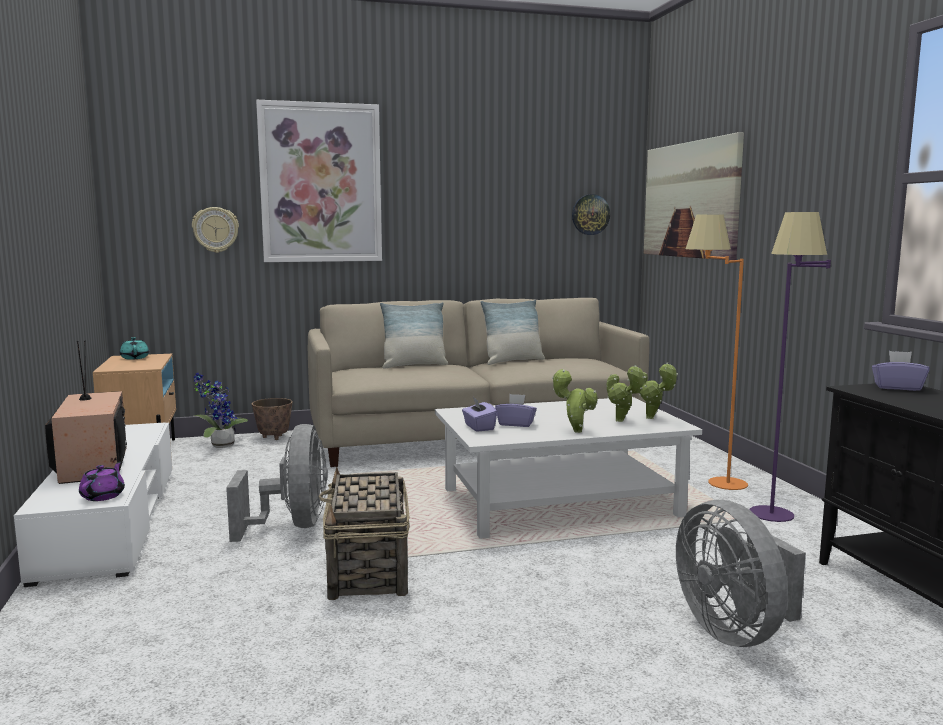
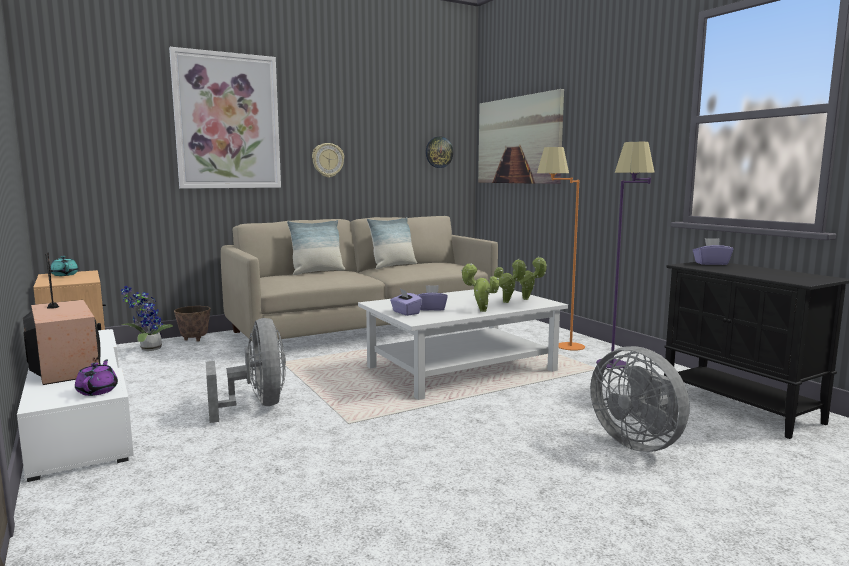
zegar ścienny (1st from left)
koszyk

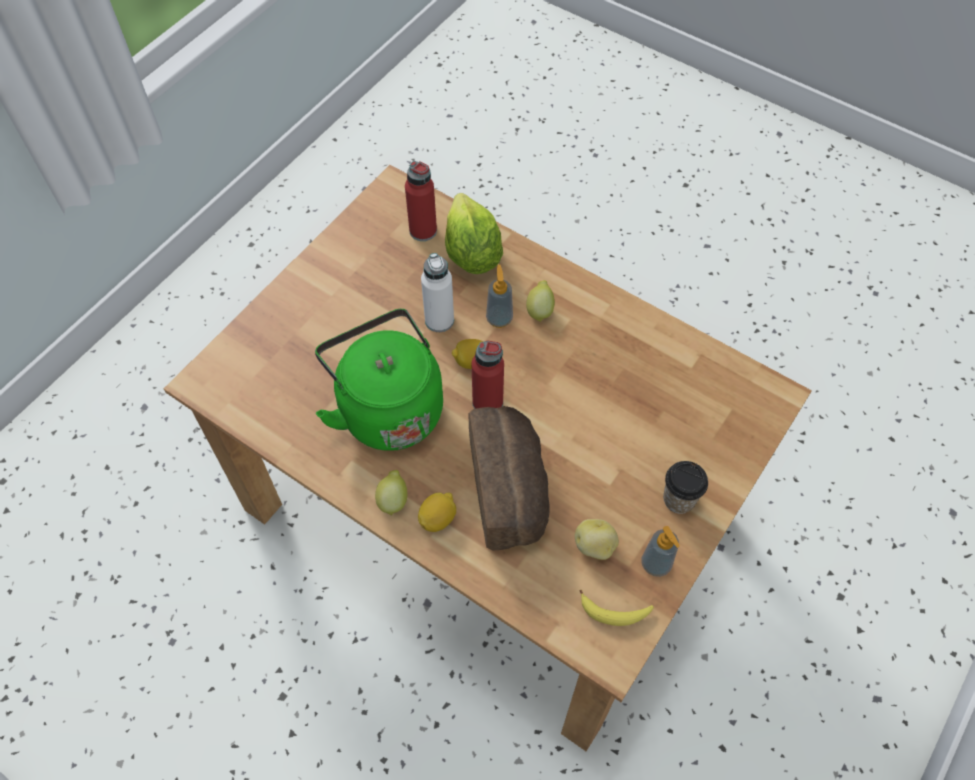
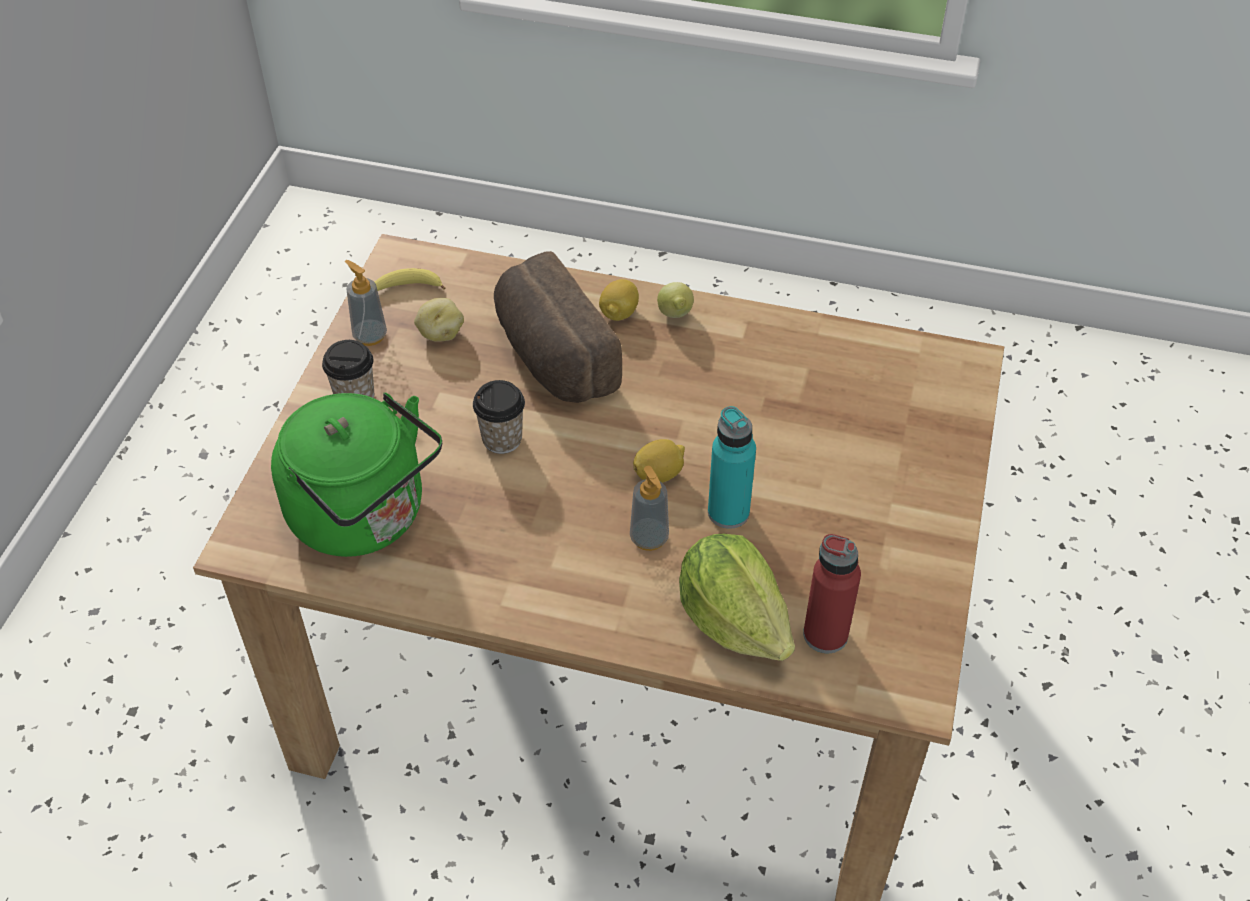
butelka (turkusowy)
cytryna (4th from left in the first image)
czajnik (zielony)
butelka (czerwony) (2nd from left in the first image)
filiżanka (2nd from left)

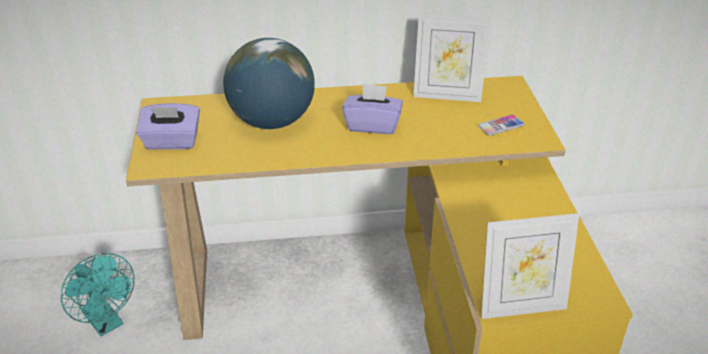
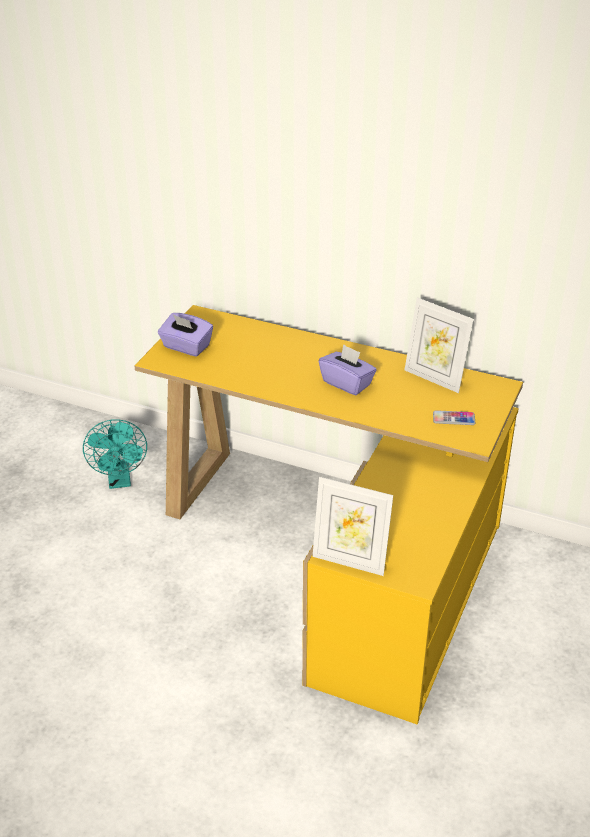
globus

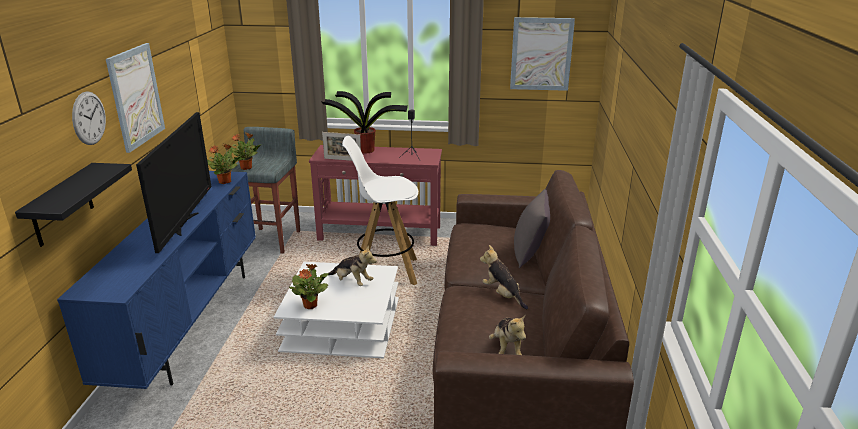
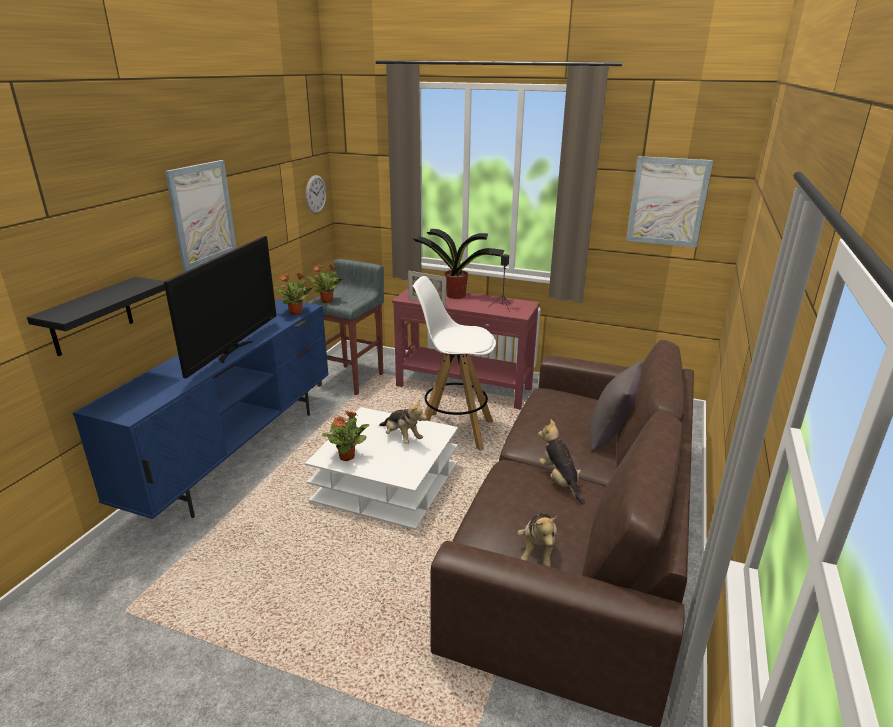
zegar ścienny

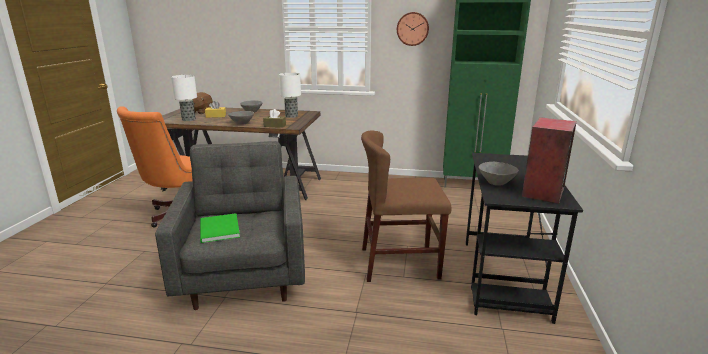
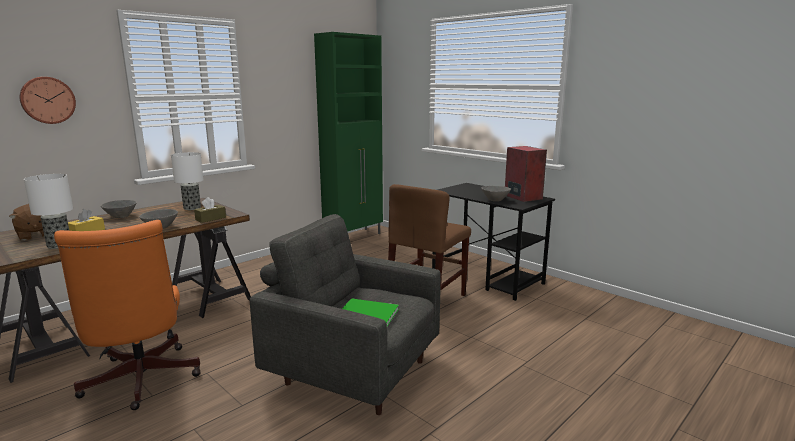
zegar ścienny

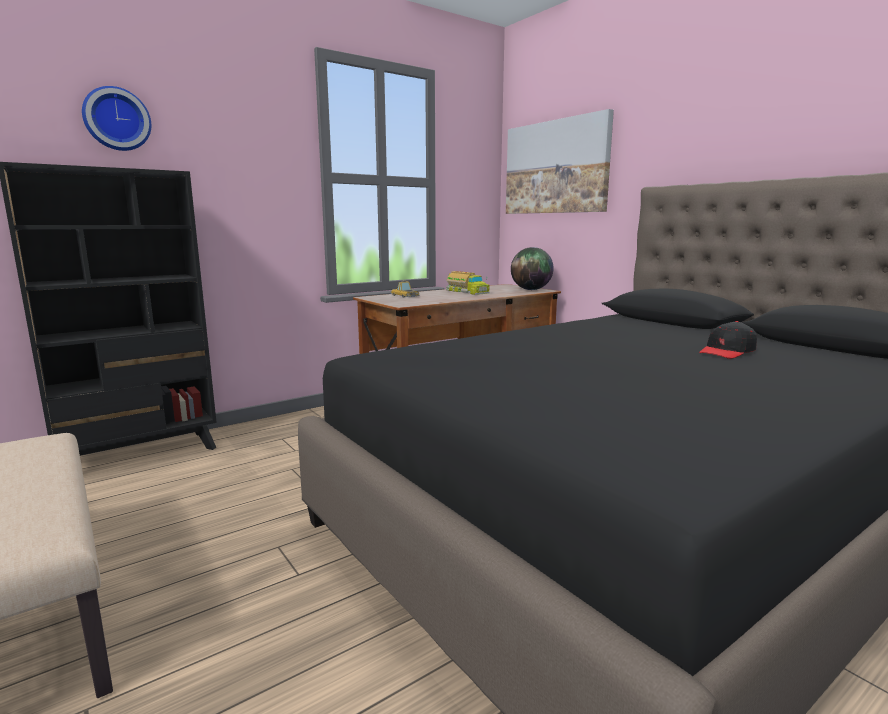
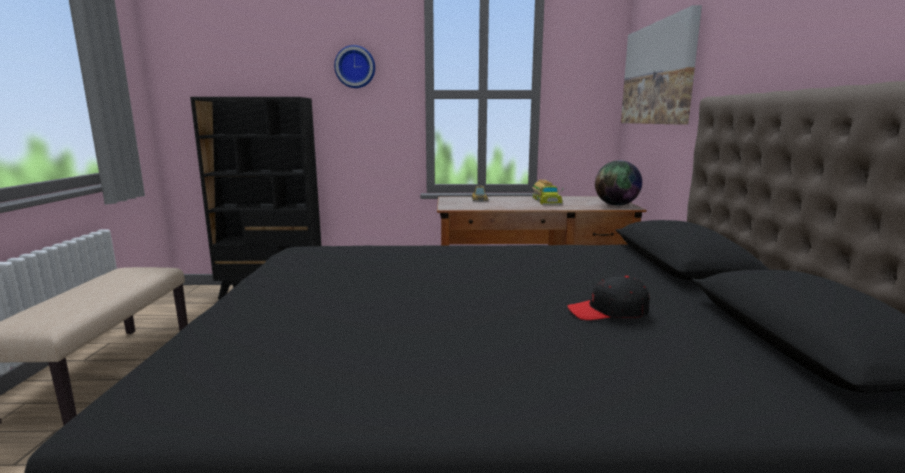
zegar ścienny

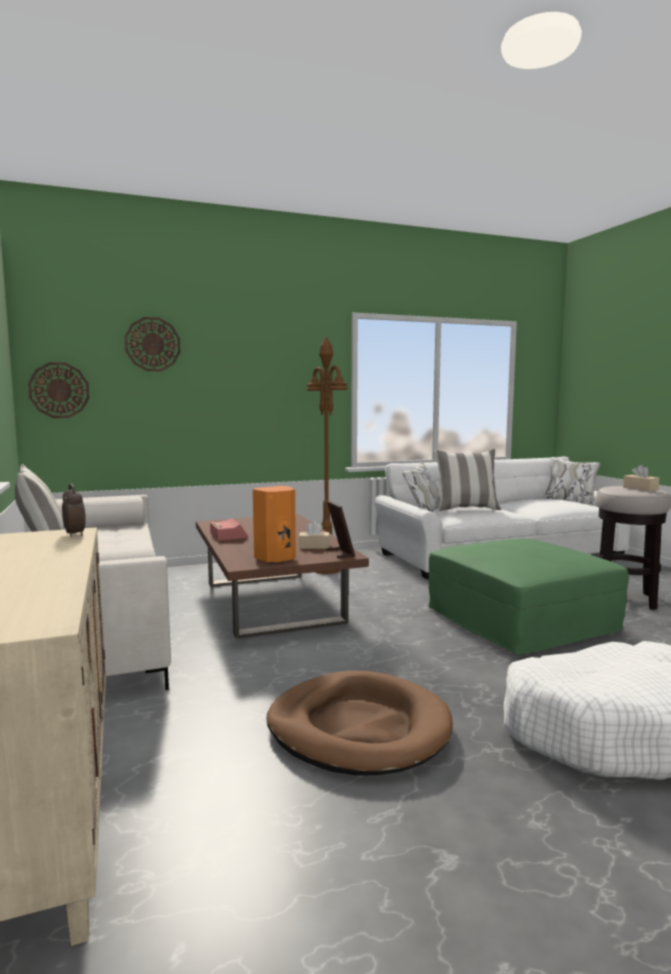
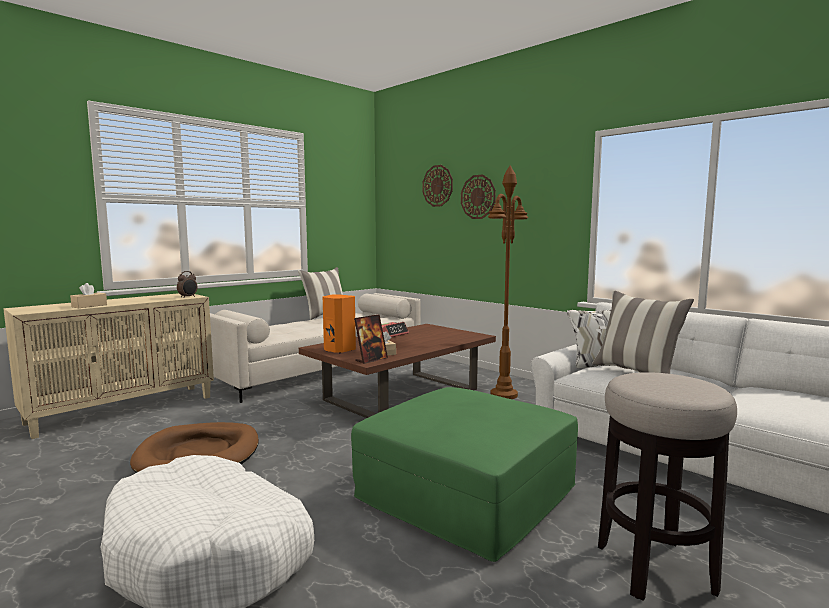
zegar ścienny (2nd from left)
pudełko chusteczek (beżowy) (1st from left)

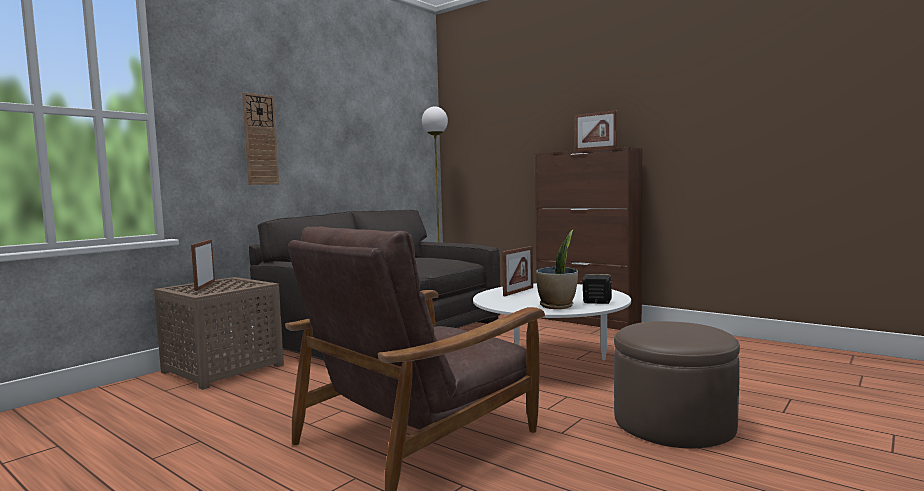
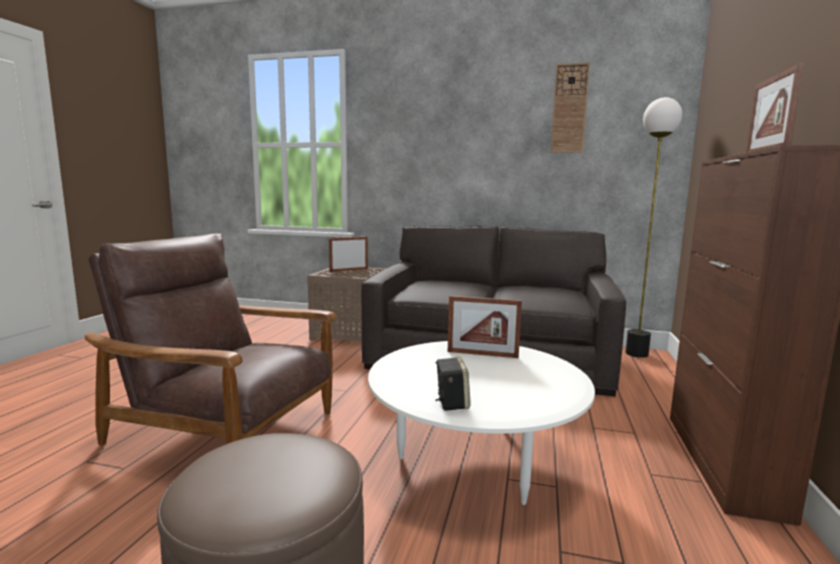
zegar ścienny
roślina doniczkowa

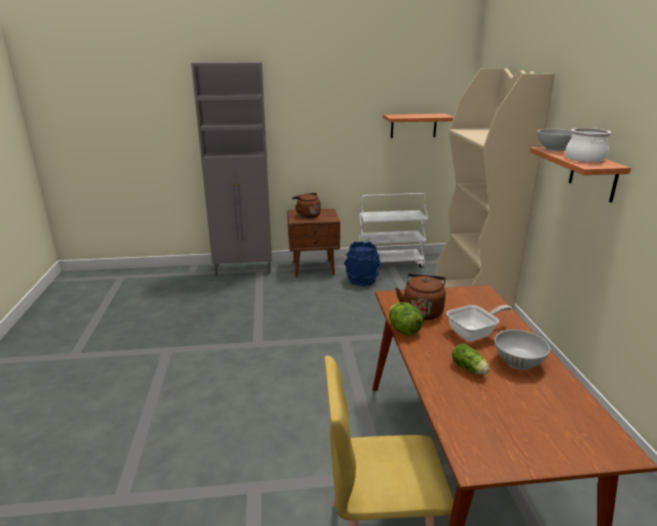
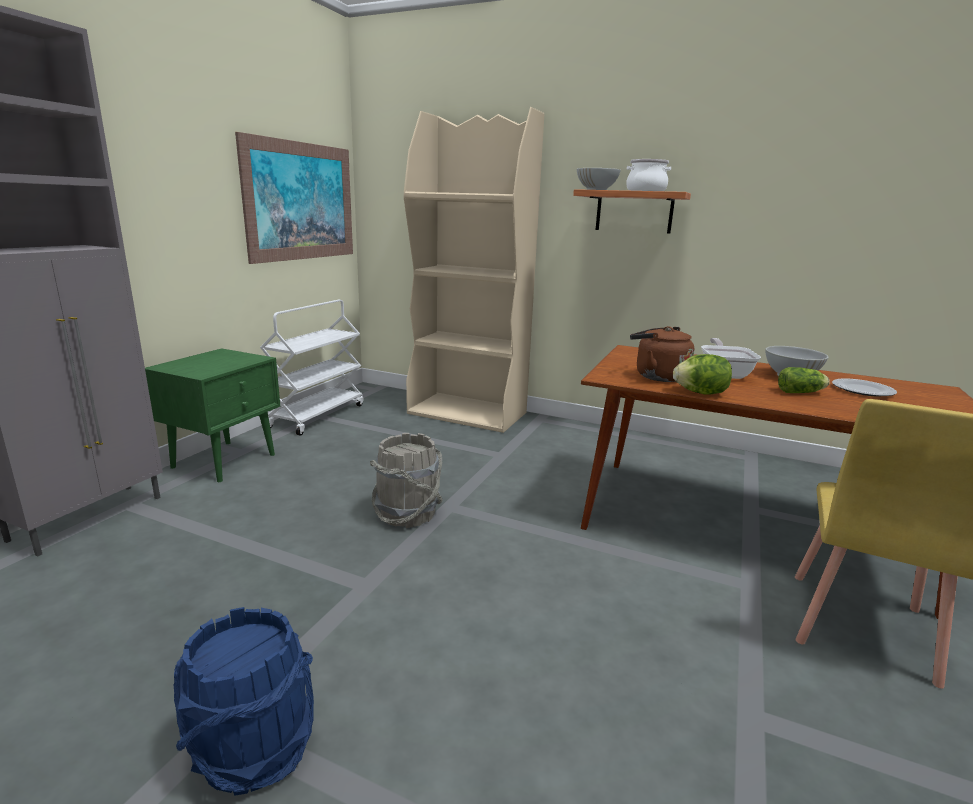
obraz
czajnik (brązowy) (1st from left in the first image)
szafka nocna (zielony)
wiadro (niebieski)
talerz
wiadro (szary)

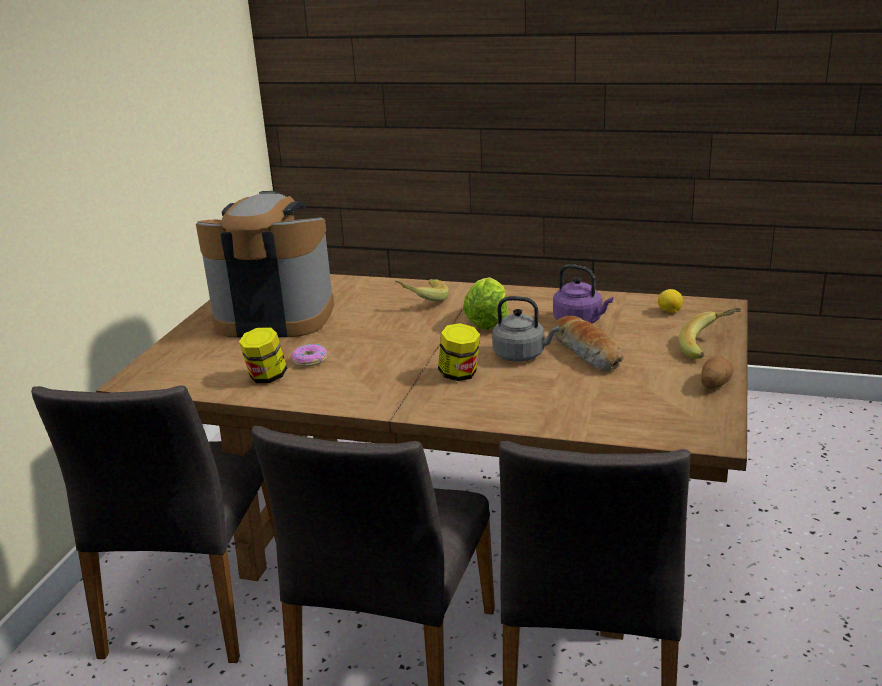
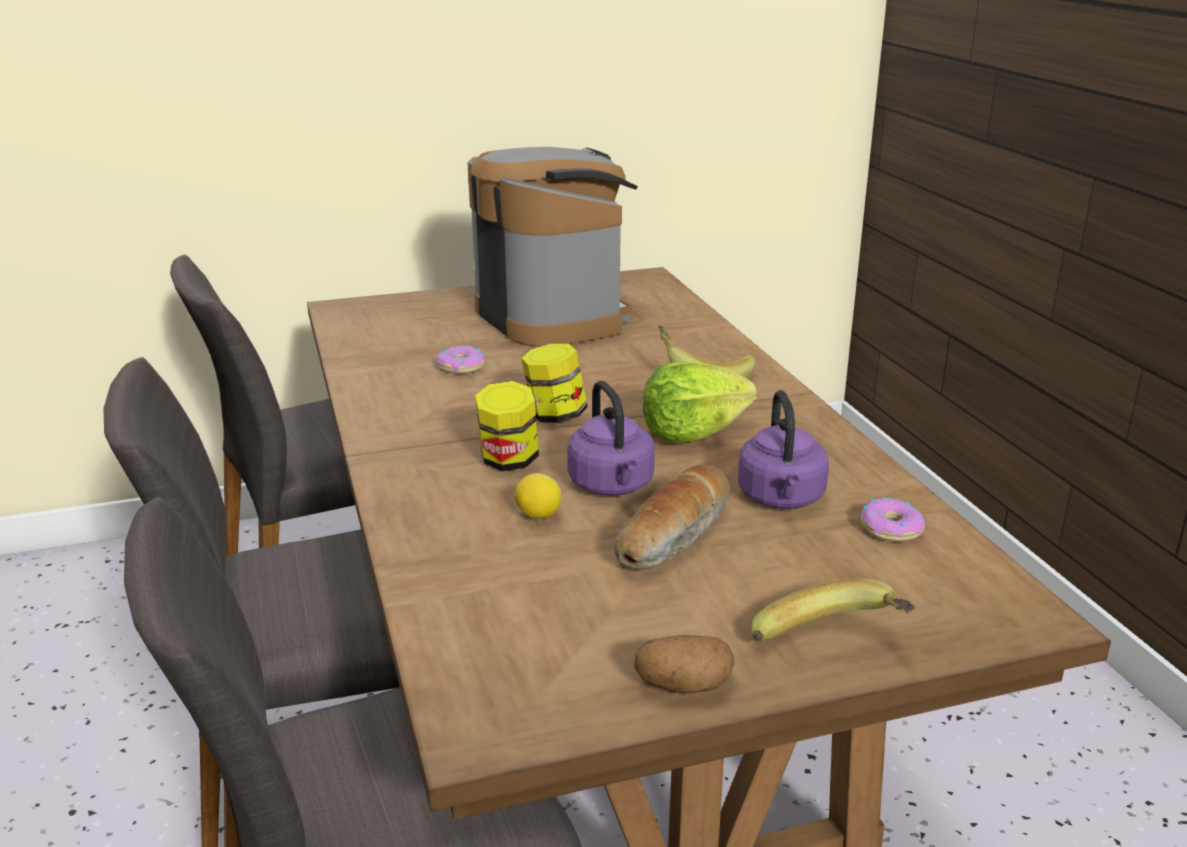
cytryna
czajnik (fioletowy) (1st from left)
słoik (2nd from left)
donut (2nd from left)

